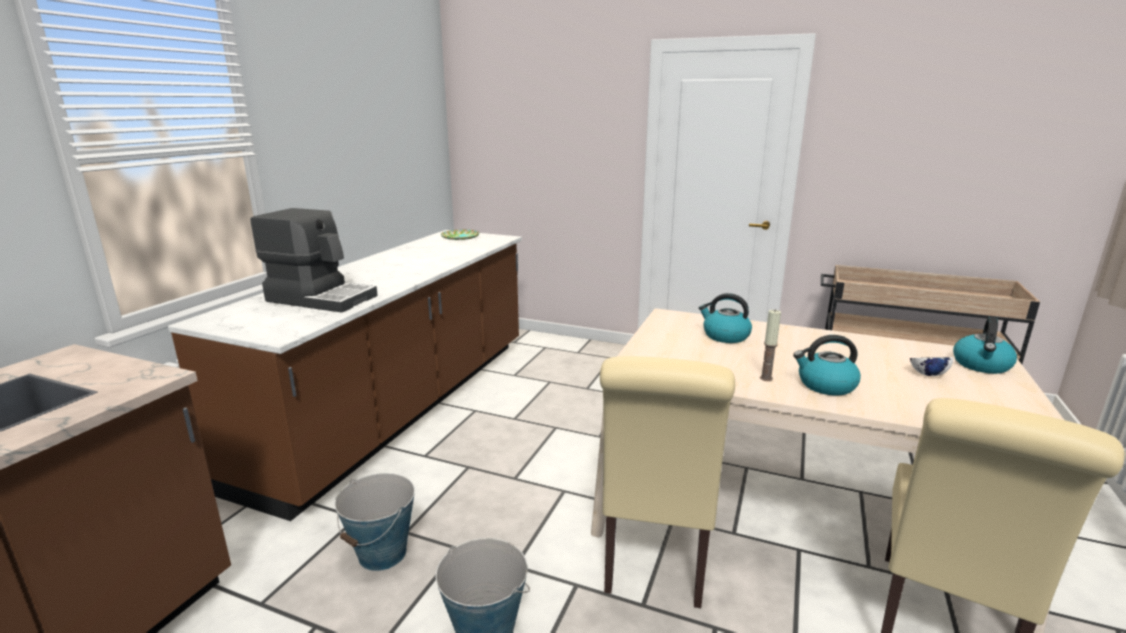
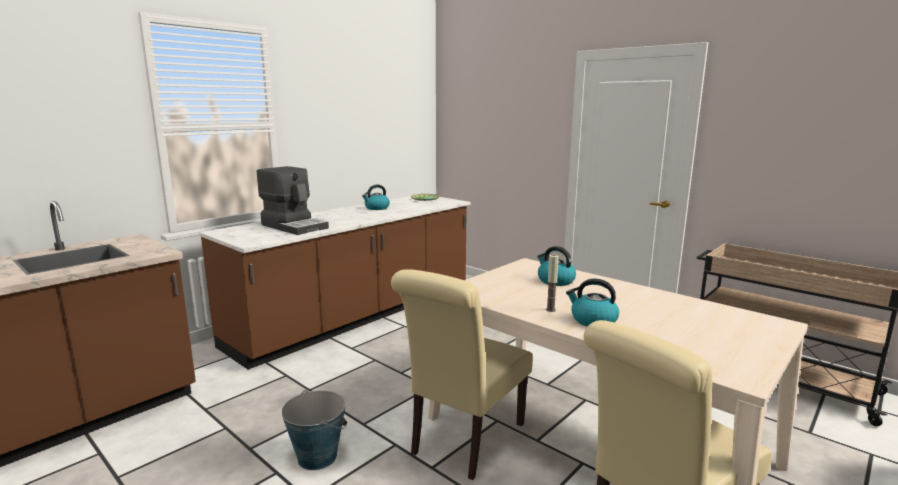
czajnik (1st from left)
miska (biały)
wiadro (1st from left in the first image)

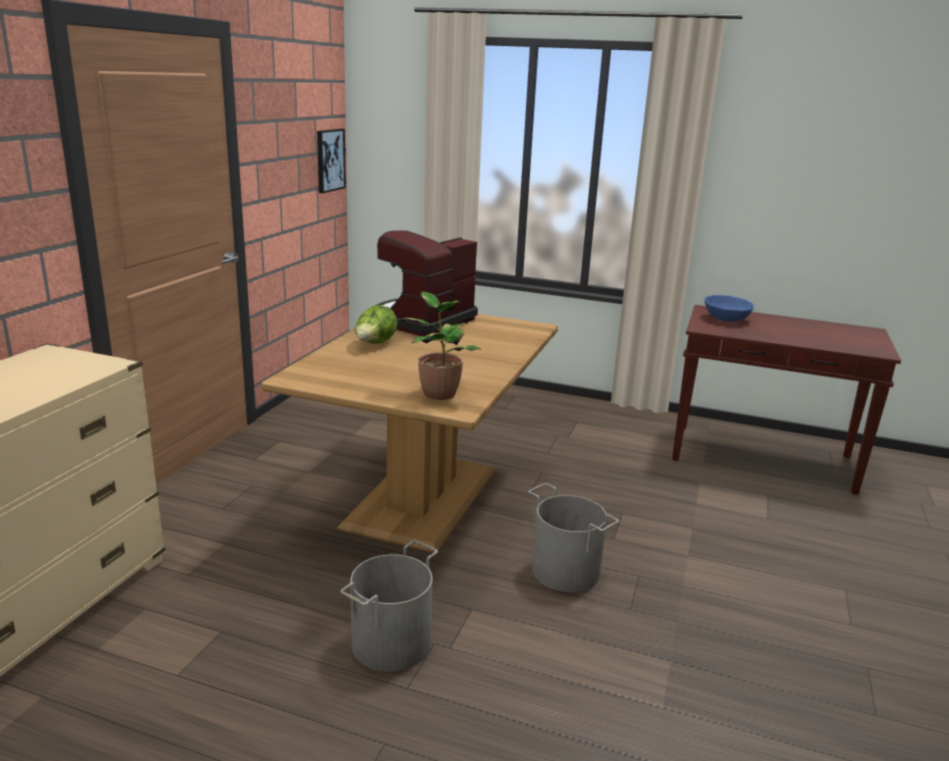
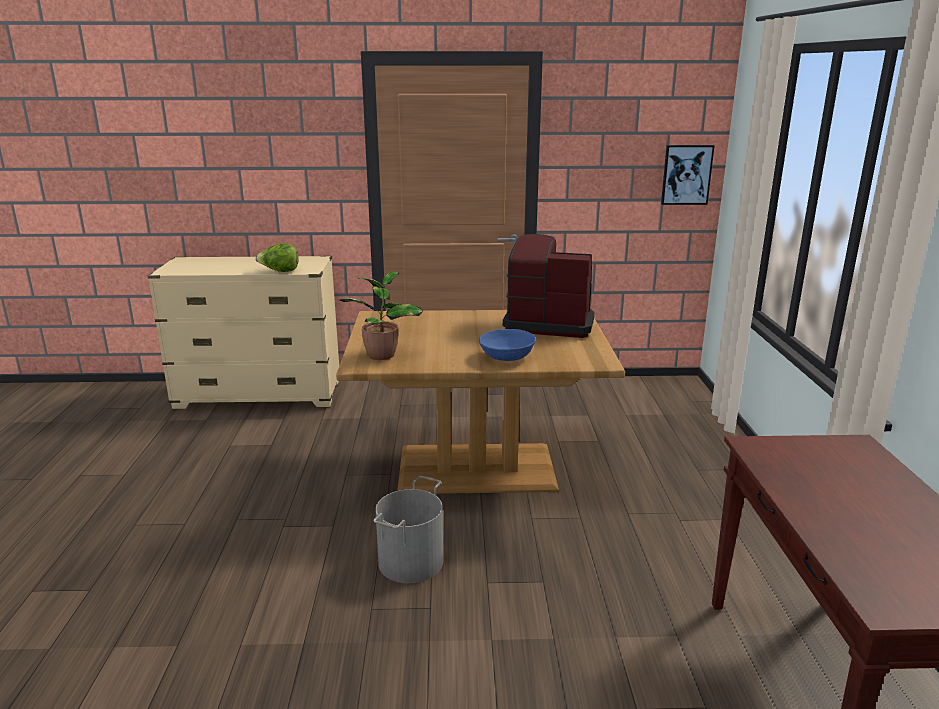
miska (niebieski)
sałata
wiadro (szary) (1st from left in the first image)

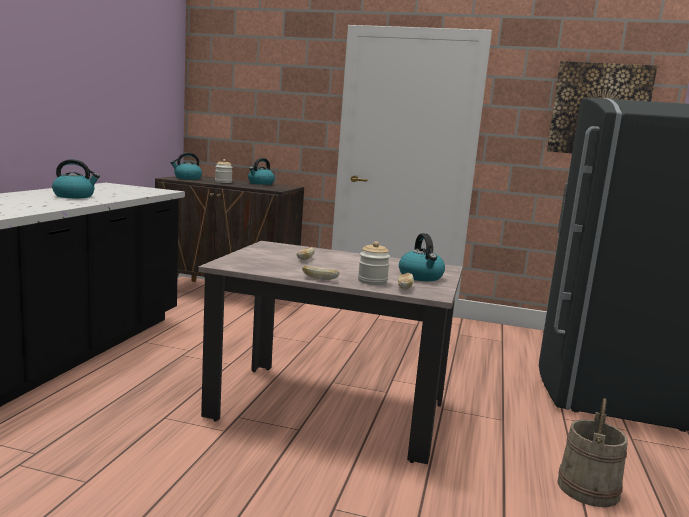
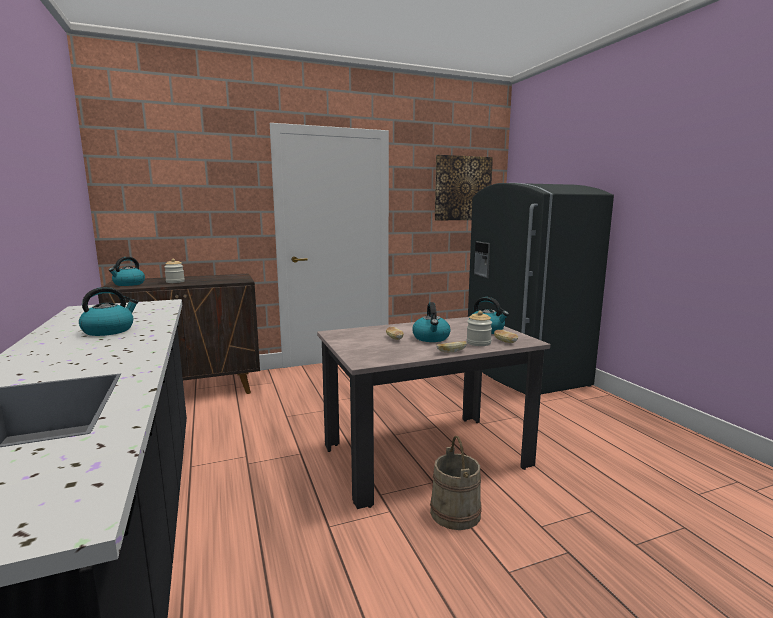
czajnik (3rd from left)
wiadro (beżowy)

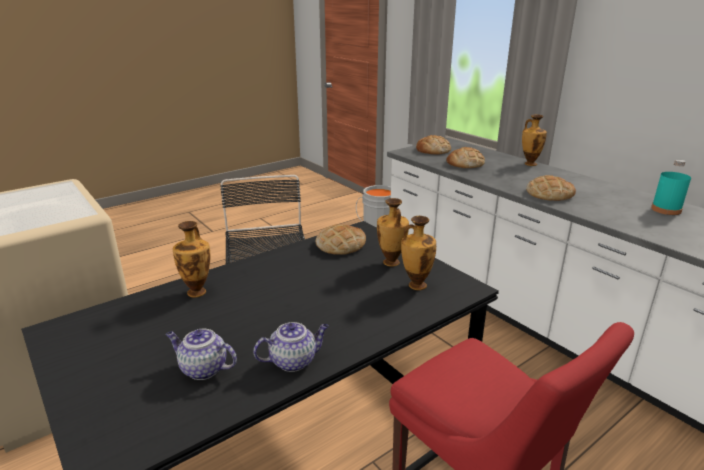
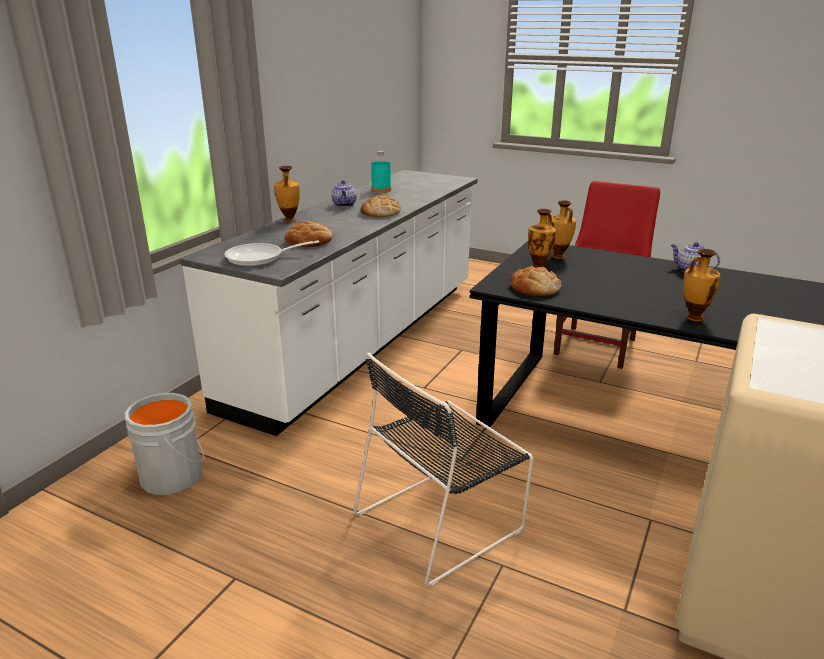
patelnia
imbryk (1st from left)

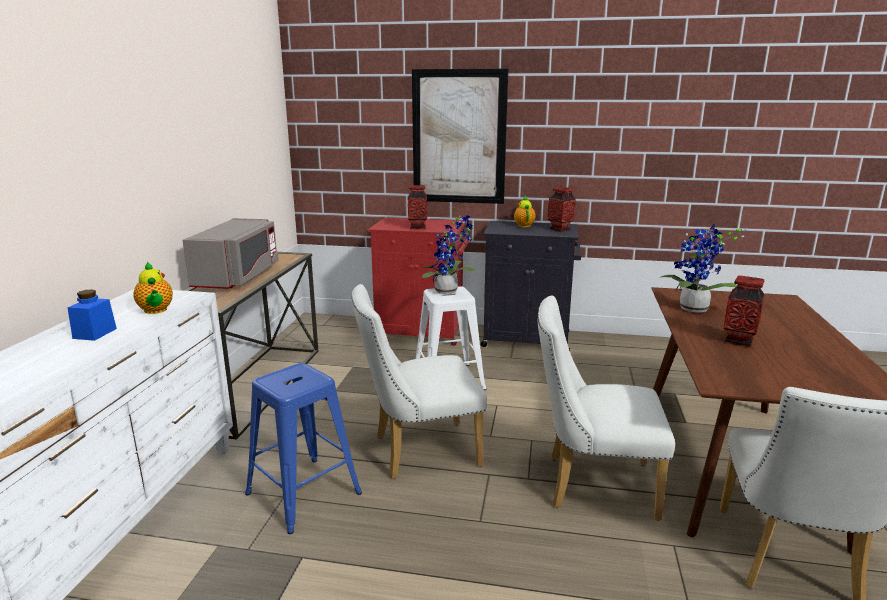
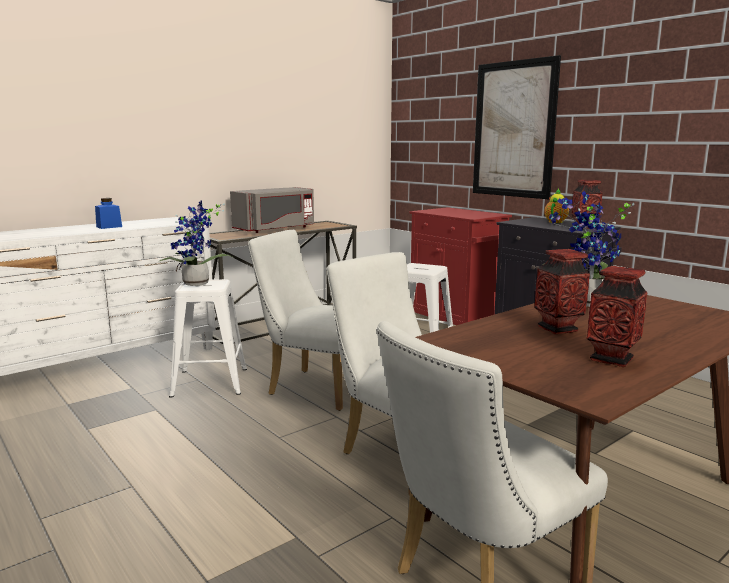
wazon (3rd from left)
roślina doniczkowa (1st from left)
imbryk (1st from left in the first image)
stołek (biały) (1st from left)

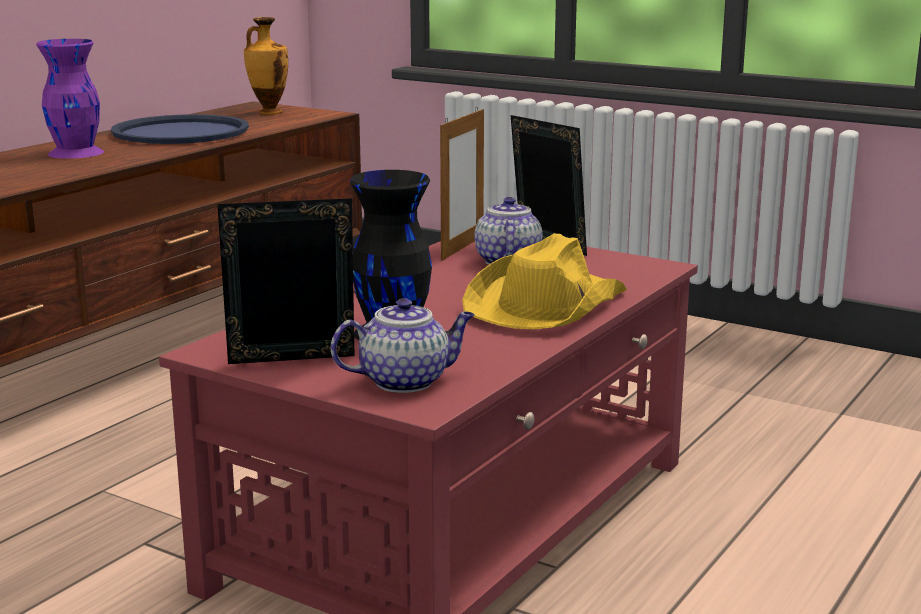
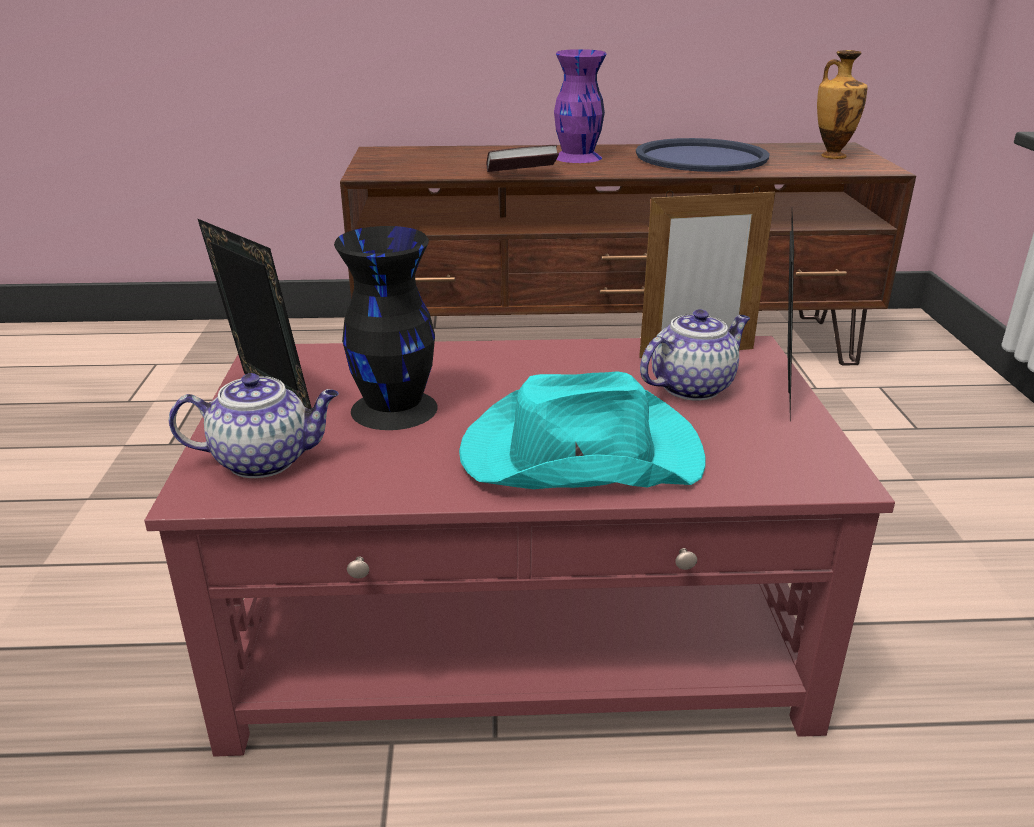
kapelusz (turkusowy)
imbryk (1st from left)
książka

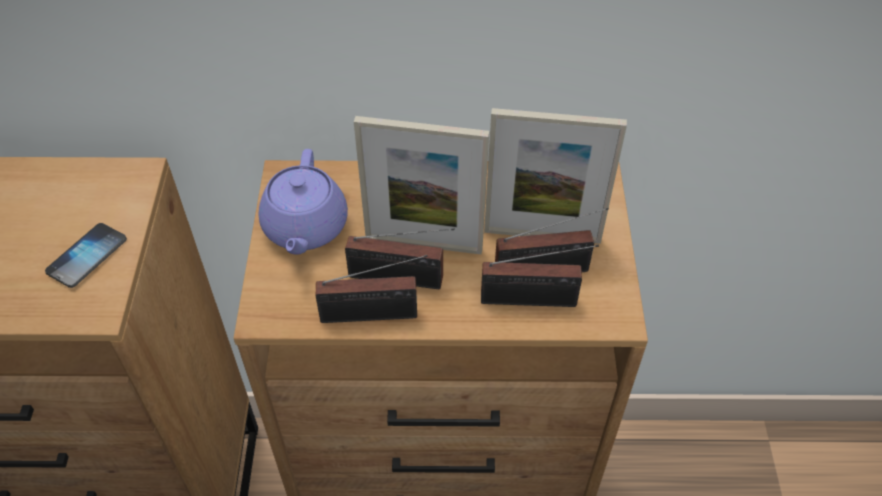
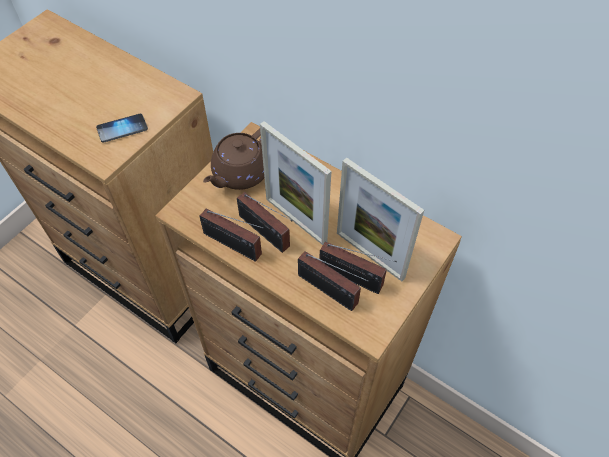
imbryk (brązowy)

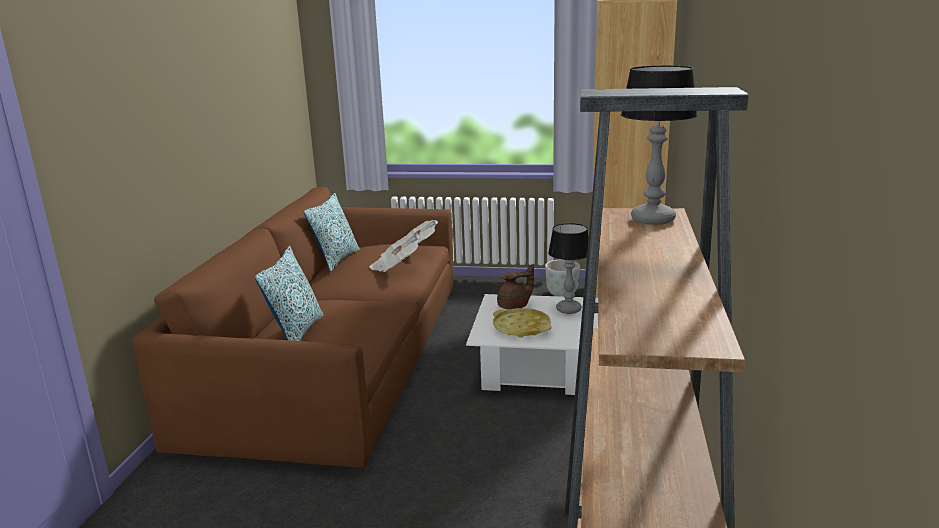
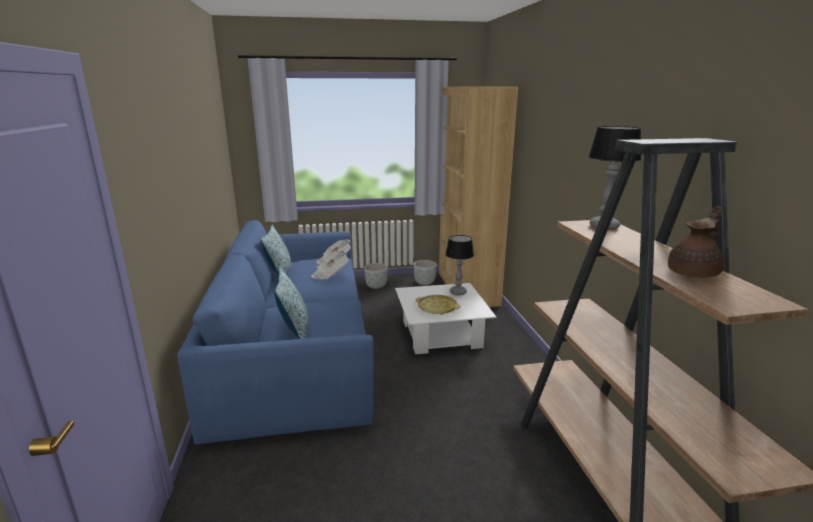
kanapa (niebieski)
imbryk (brązowy)
donica (szary) (1st from left)

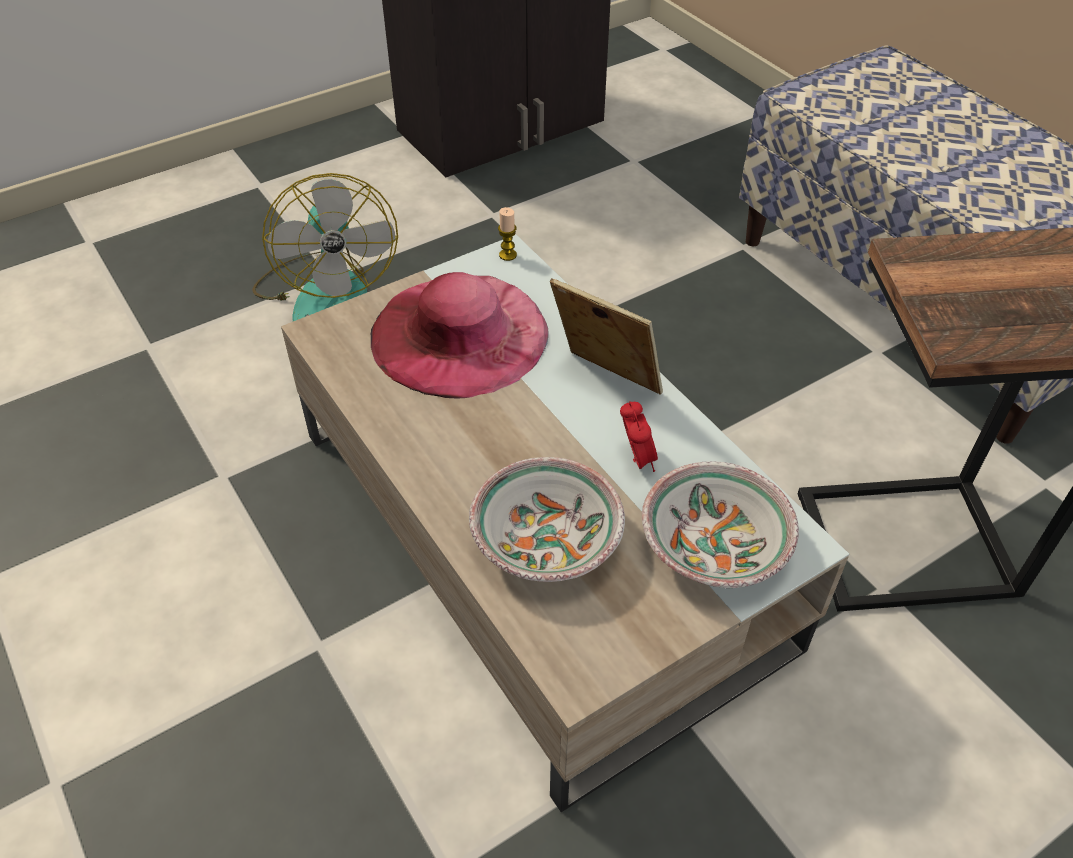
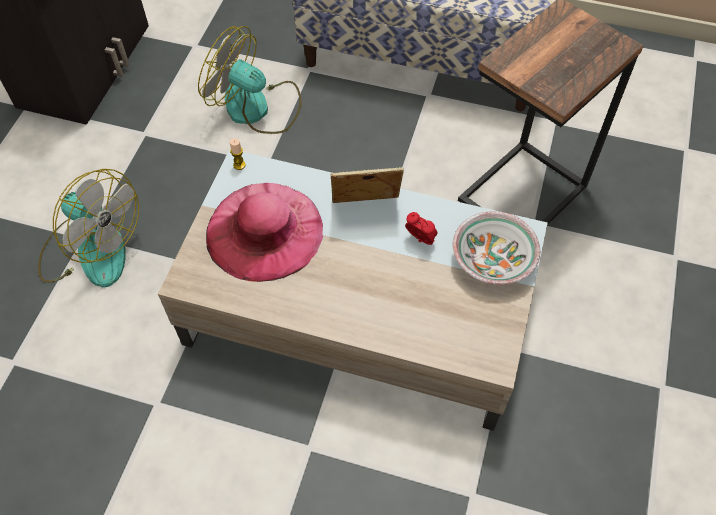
miska (1st from left in the first image)
wentylator (2nd from left)

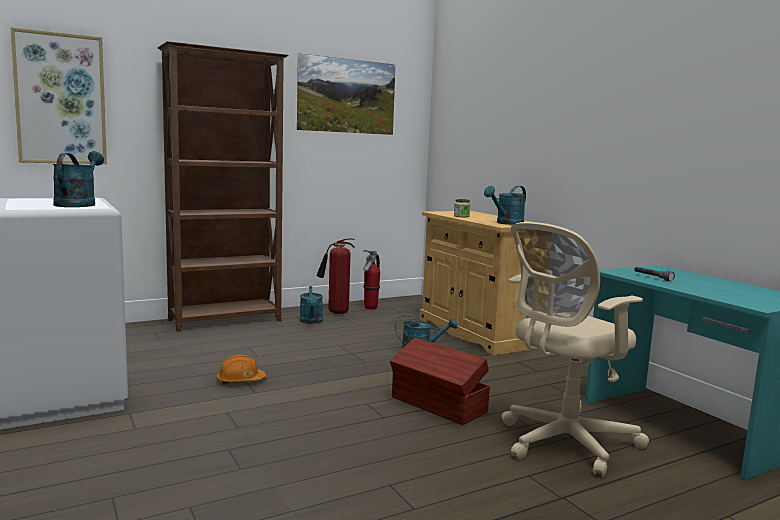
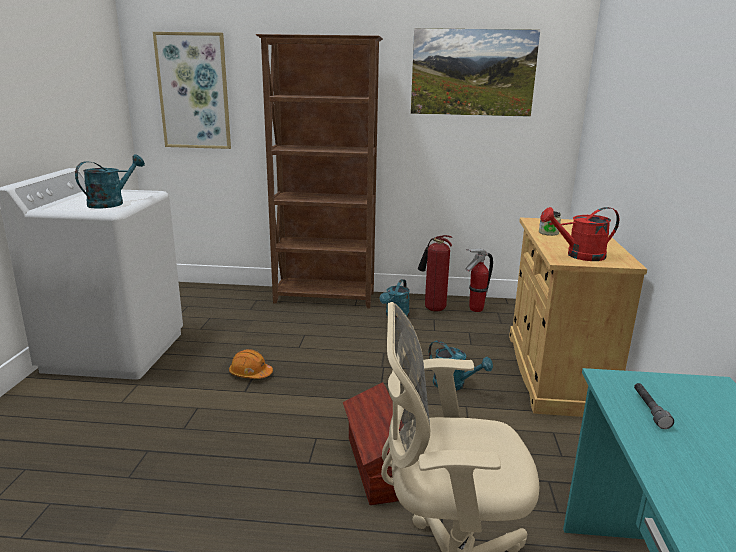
konewka (czerwony)

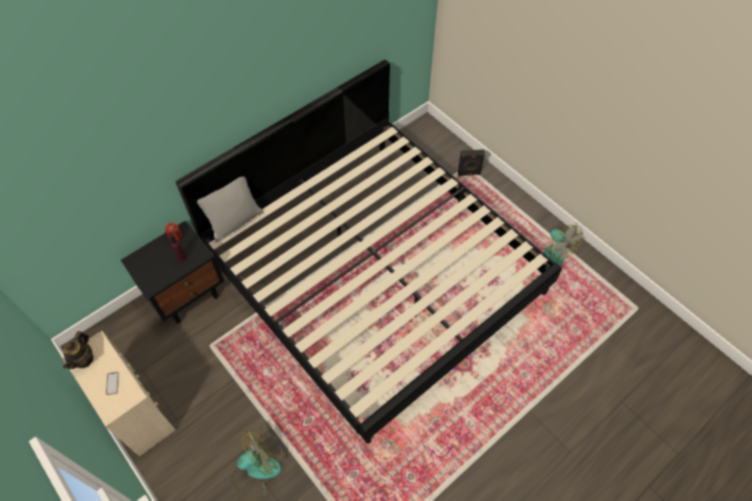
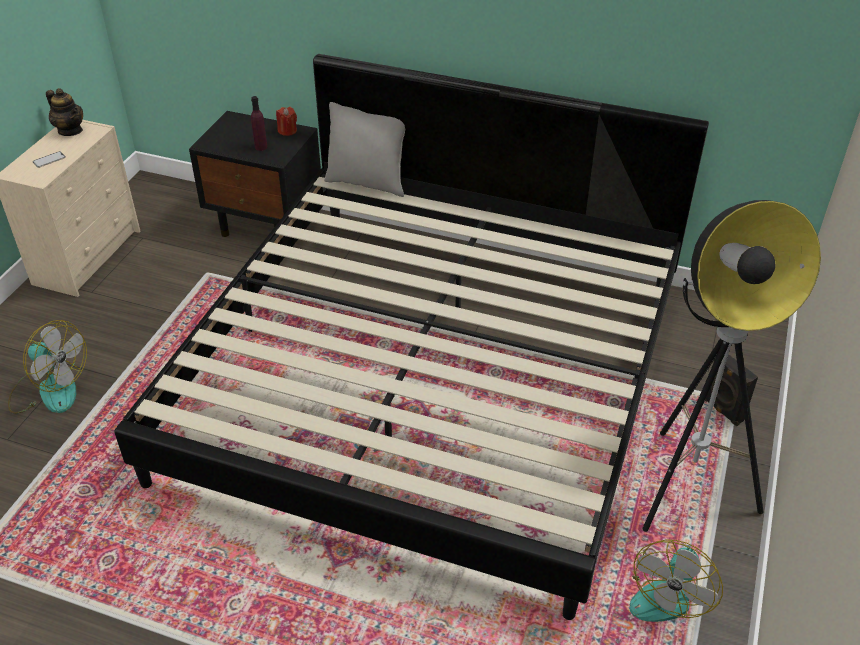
imbryk
lampa stojąca

